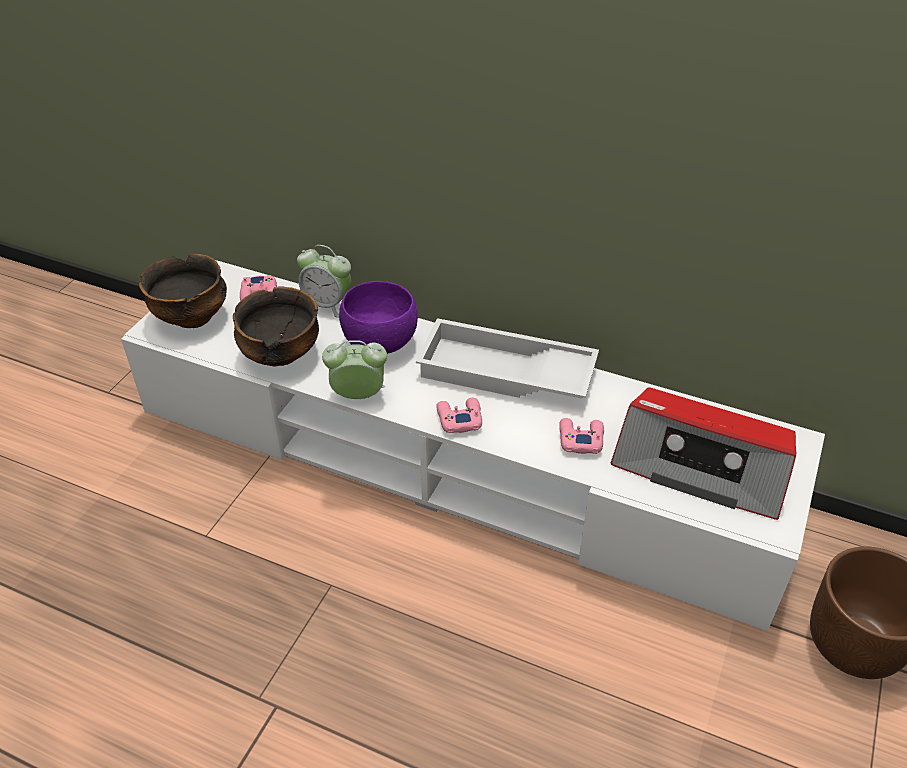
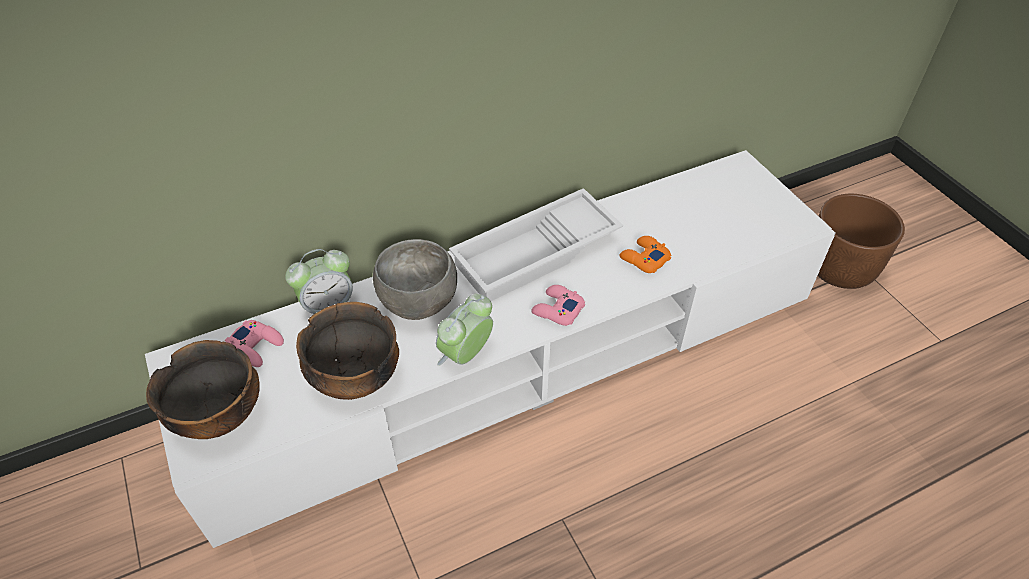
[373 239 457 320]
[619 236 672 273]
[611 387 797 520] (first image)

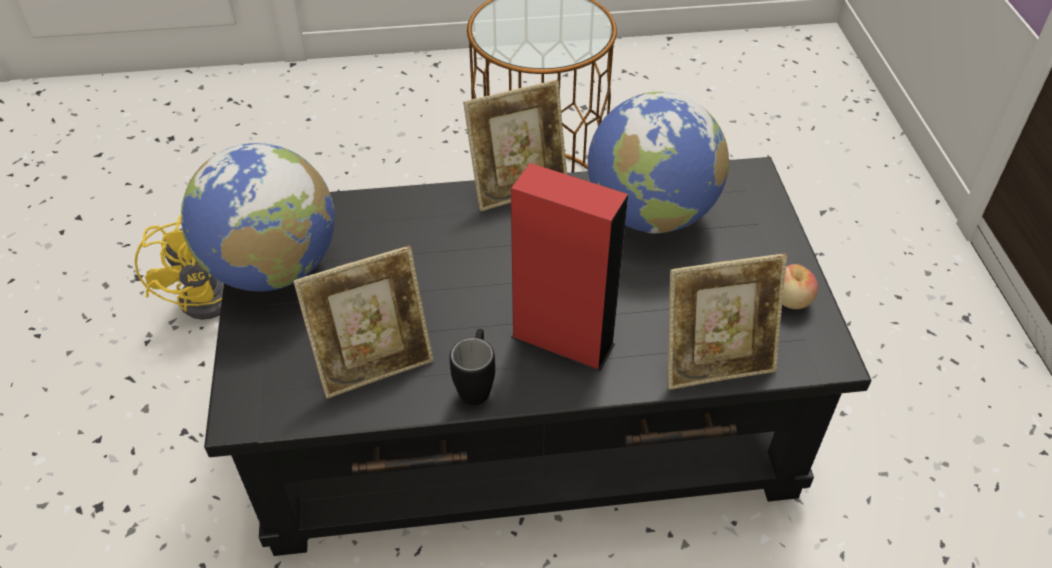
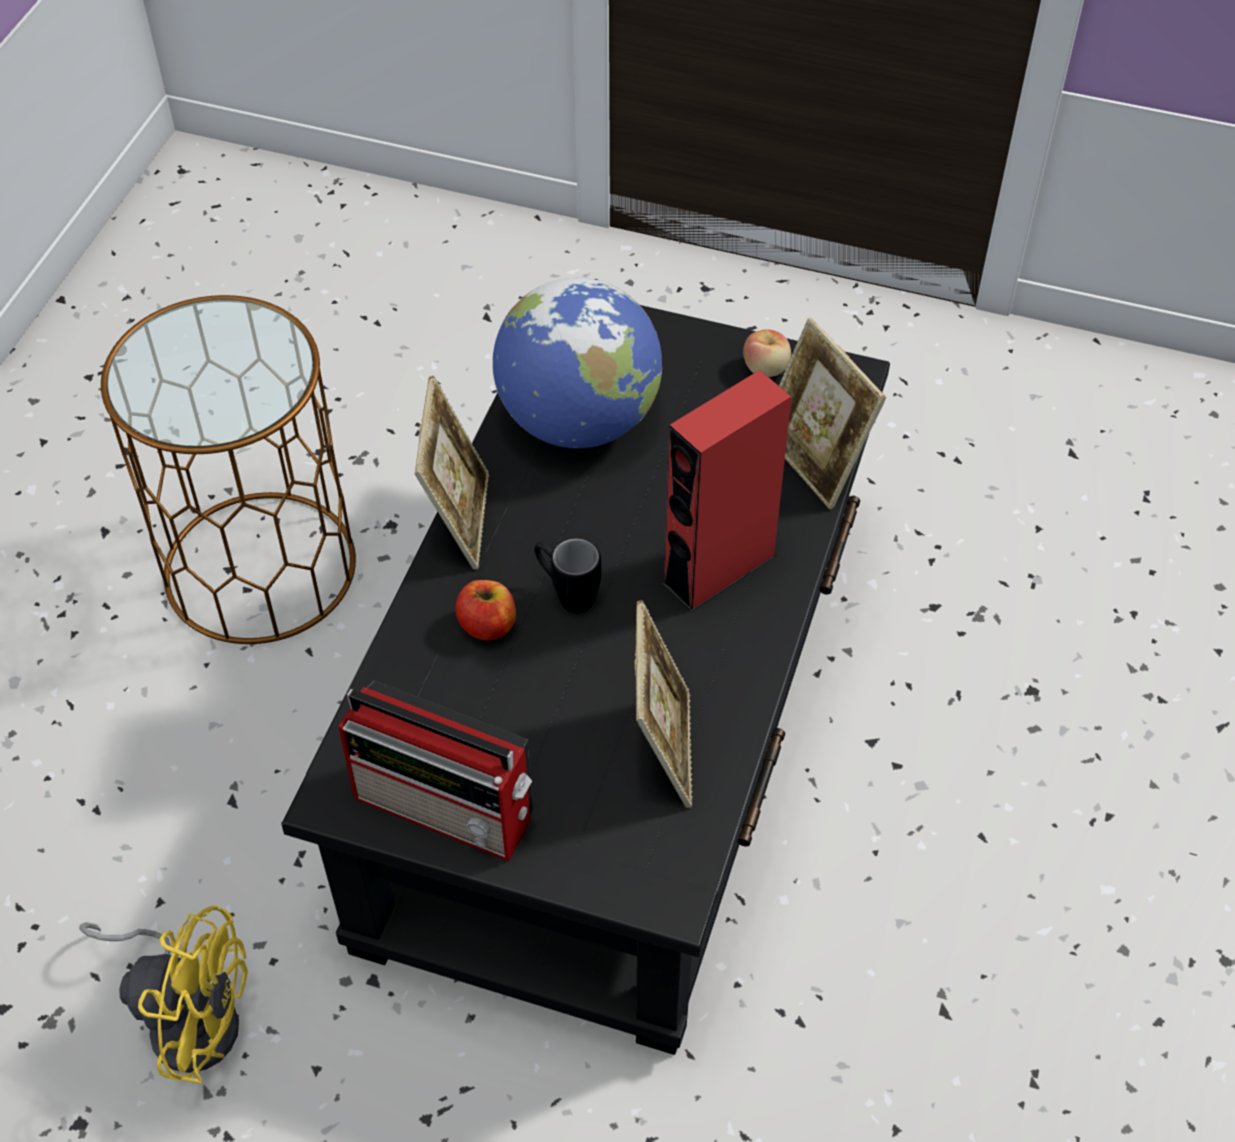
[339 681 533 861]
[534 538 601 614]
[779 318 886 510]
[456 580 516 641]

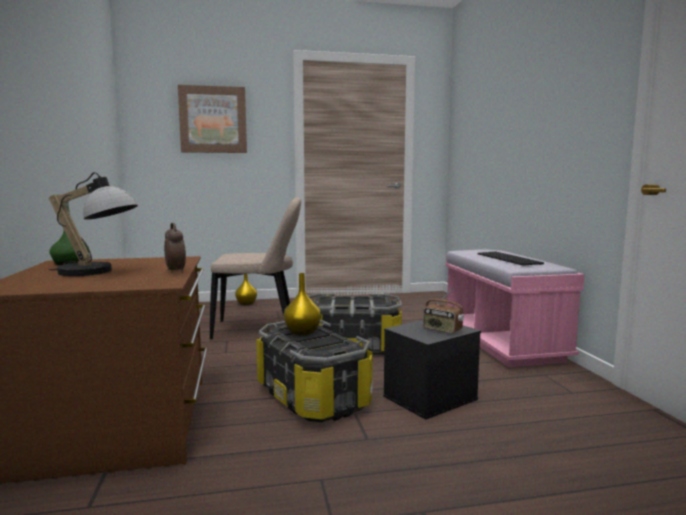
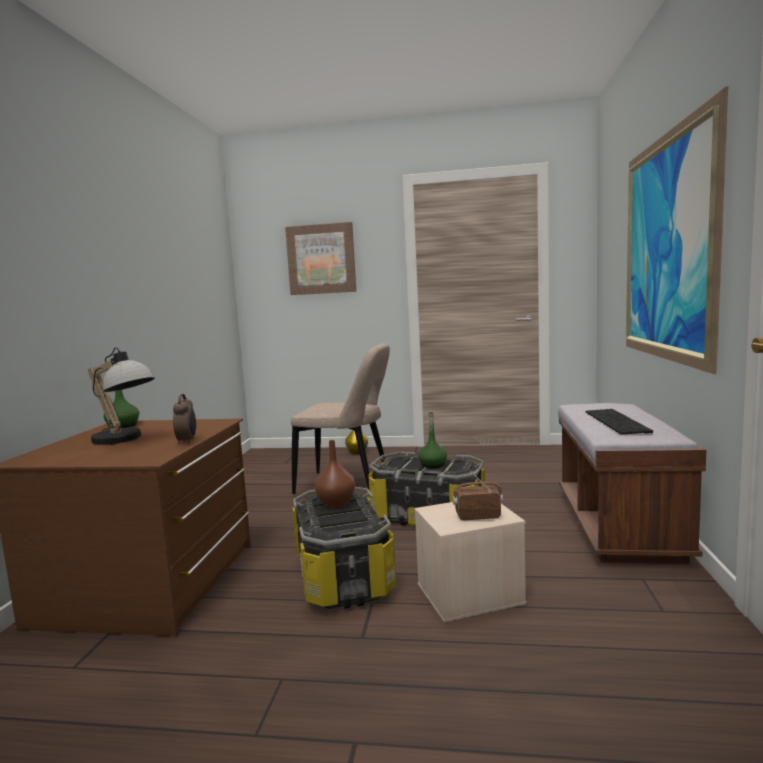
[314 440 355 508]
[414 502 527 622]
[453 470 503 521]
[558 403 706 564]
[418 411 447 468]
[626 86 728 374]

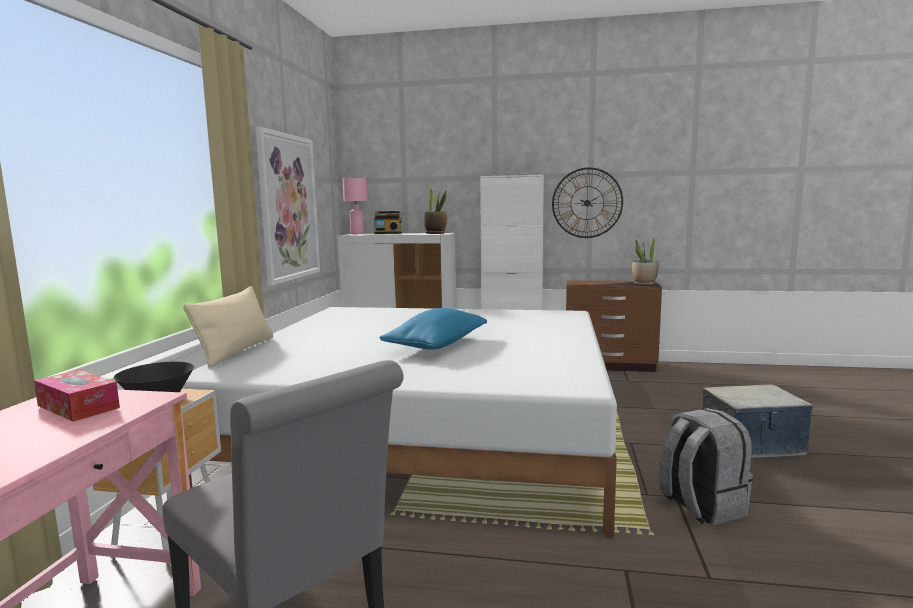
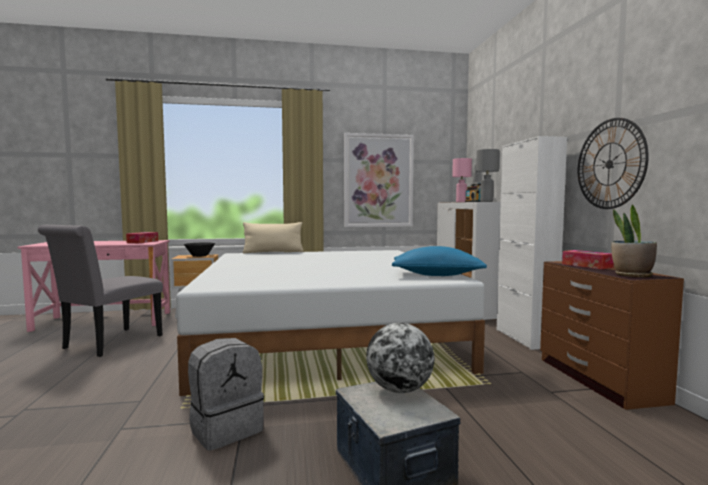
[392 246 487 276]
[476 149 500 202]
[366 323 434 393]
[562 250 614 269]

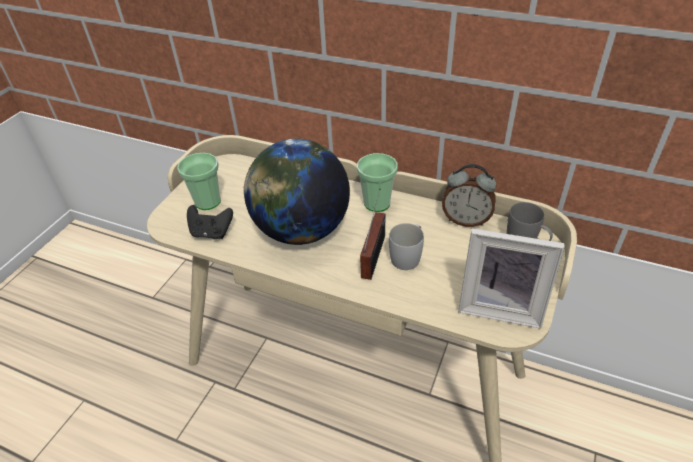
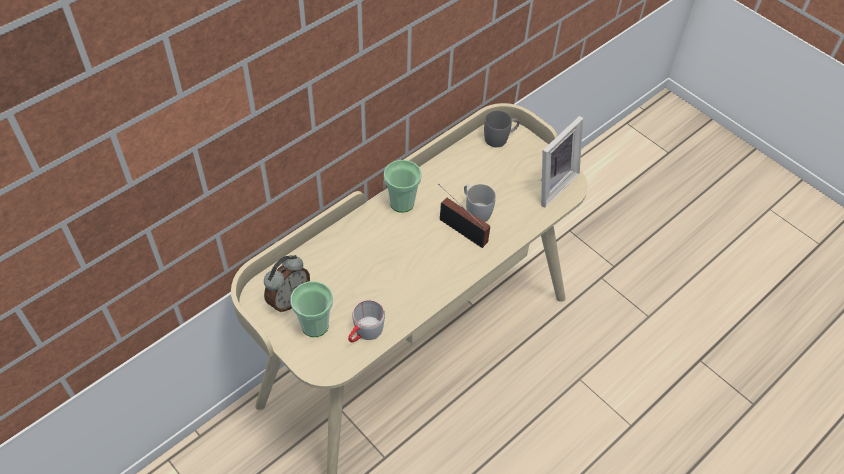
[348 300 385 342]
[244 139 350 245] (first image)
[264 255 310 312]

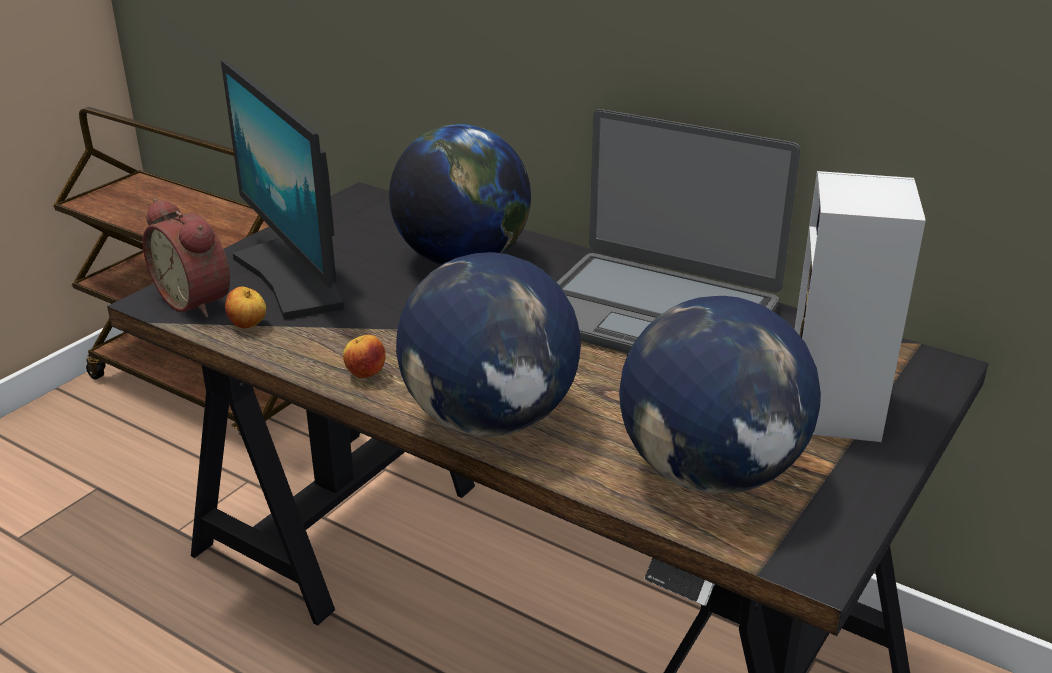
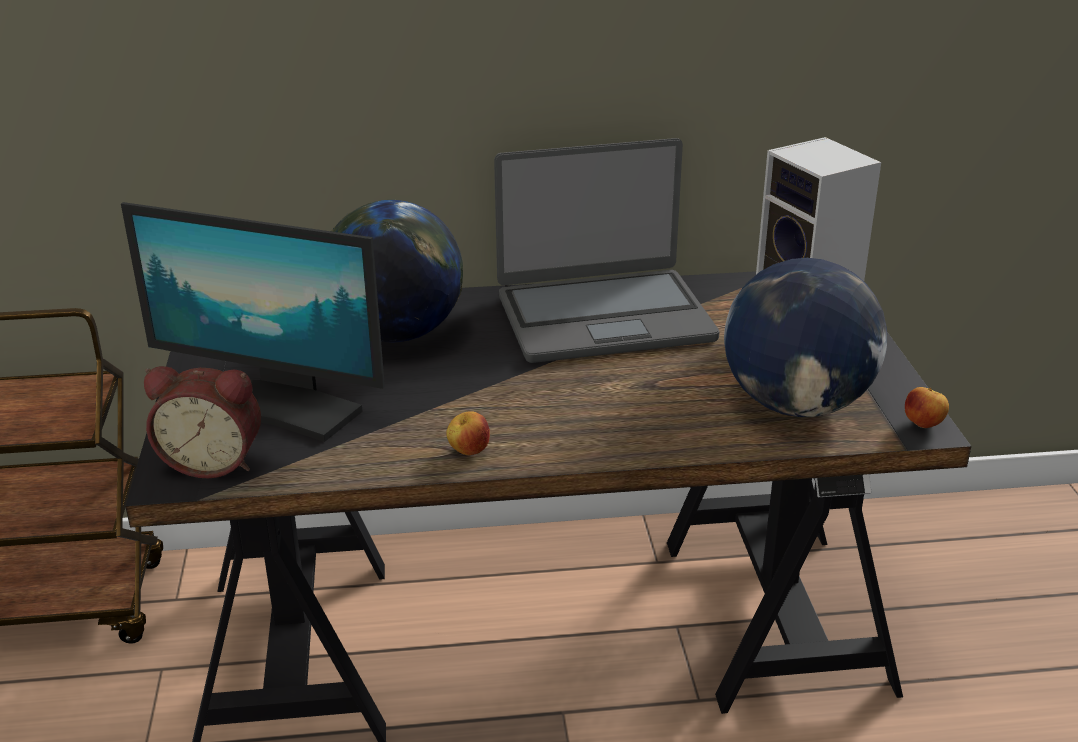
[905 387 949 428]
[396 252 581 437] (first image)

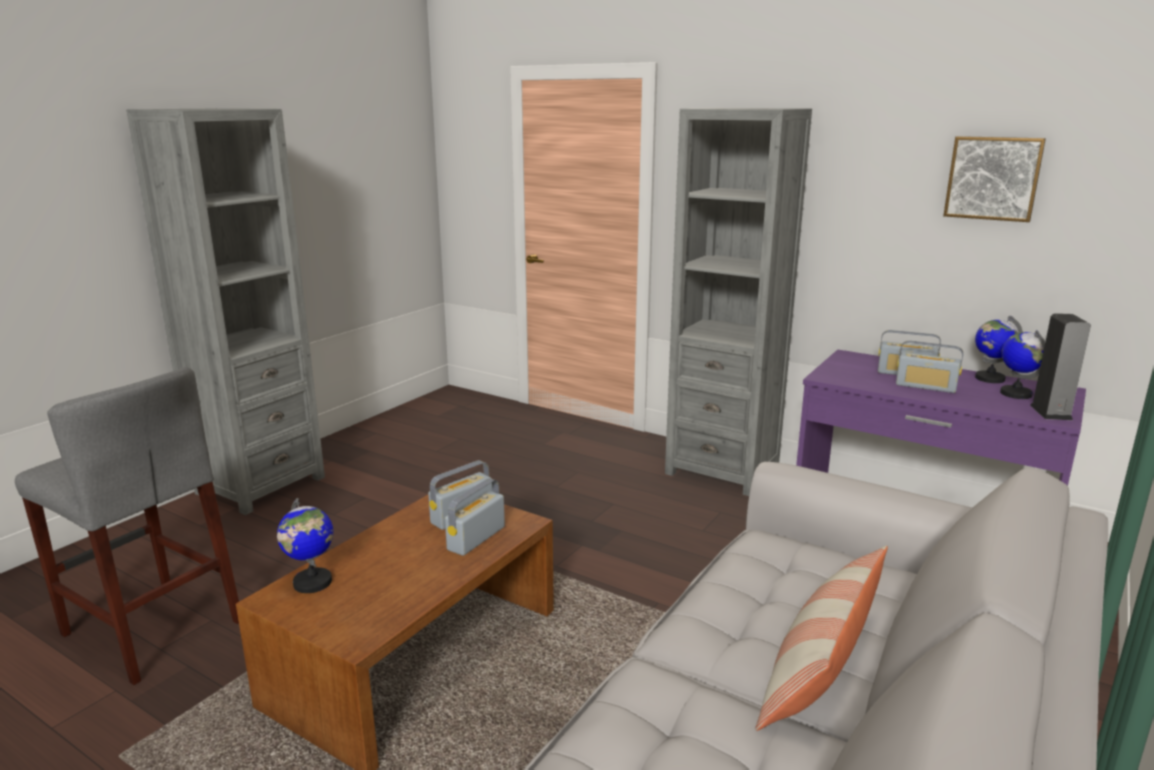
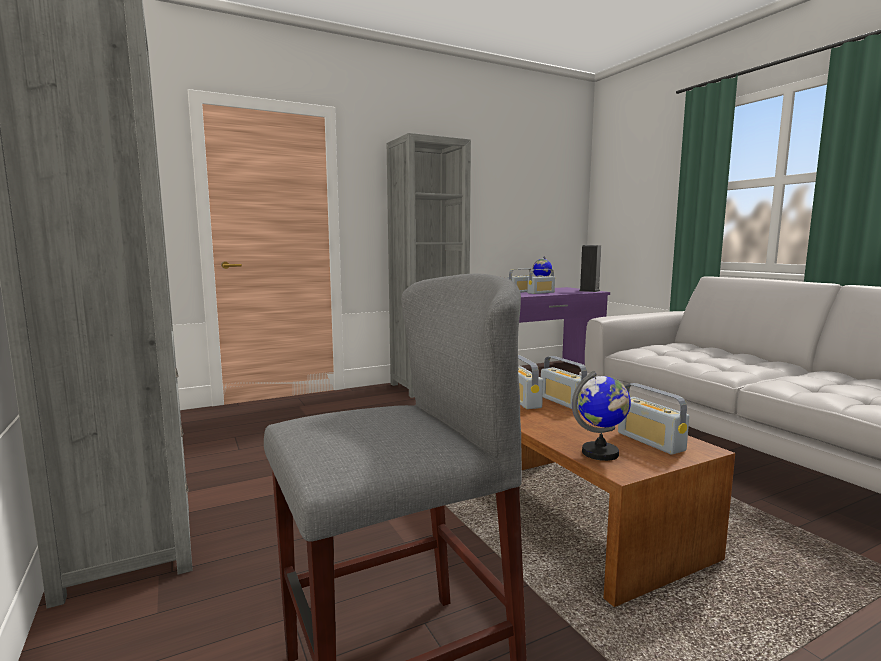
[755 546 888 731] (first image)
[943 136 1046 222] (first image)
[1000 330 1045 399] (first image)
[618 383 689 455]

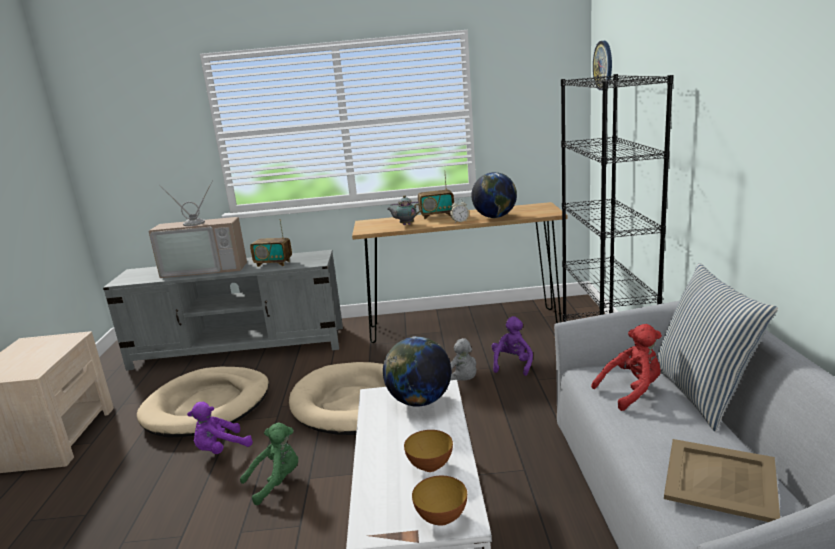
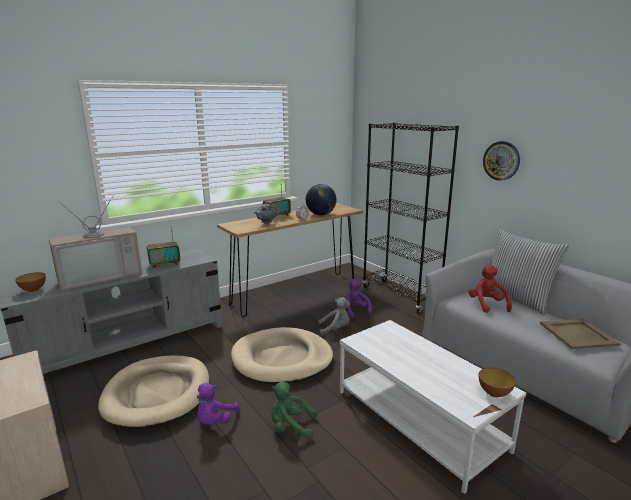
[271 382 317 439]
[383 336 451 407] (first image)
[15 272 46 292]
[469 264 512 313]
[483 141 520 181]

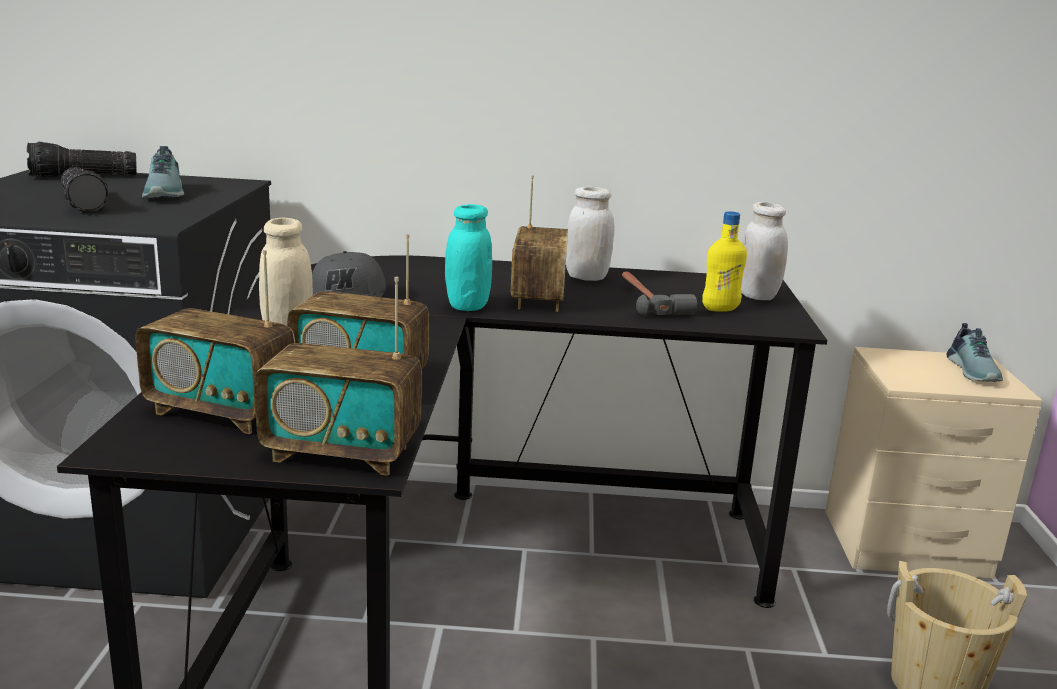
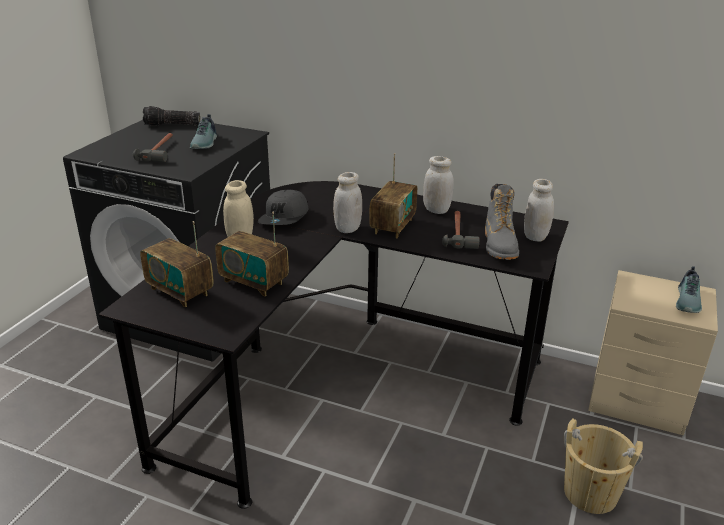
[133 133 173 162]
[254 277 422 476] (first image)
[333 172 362 233]
[485 184 519 260]

